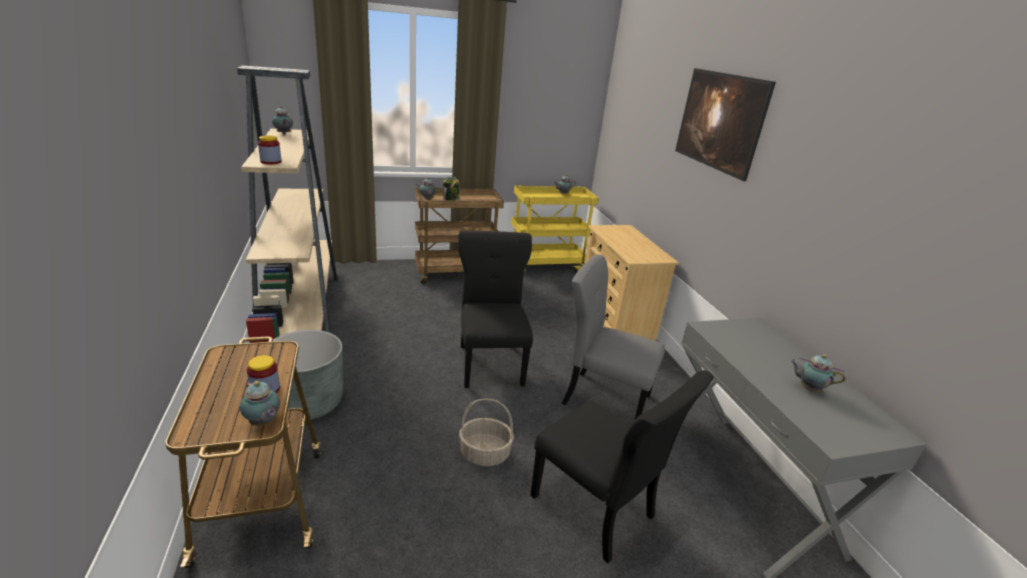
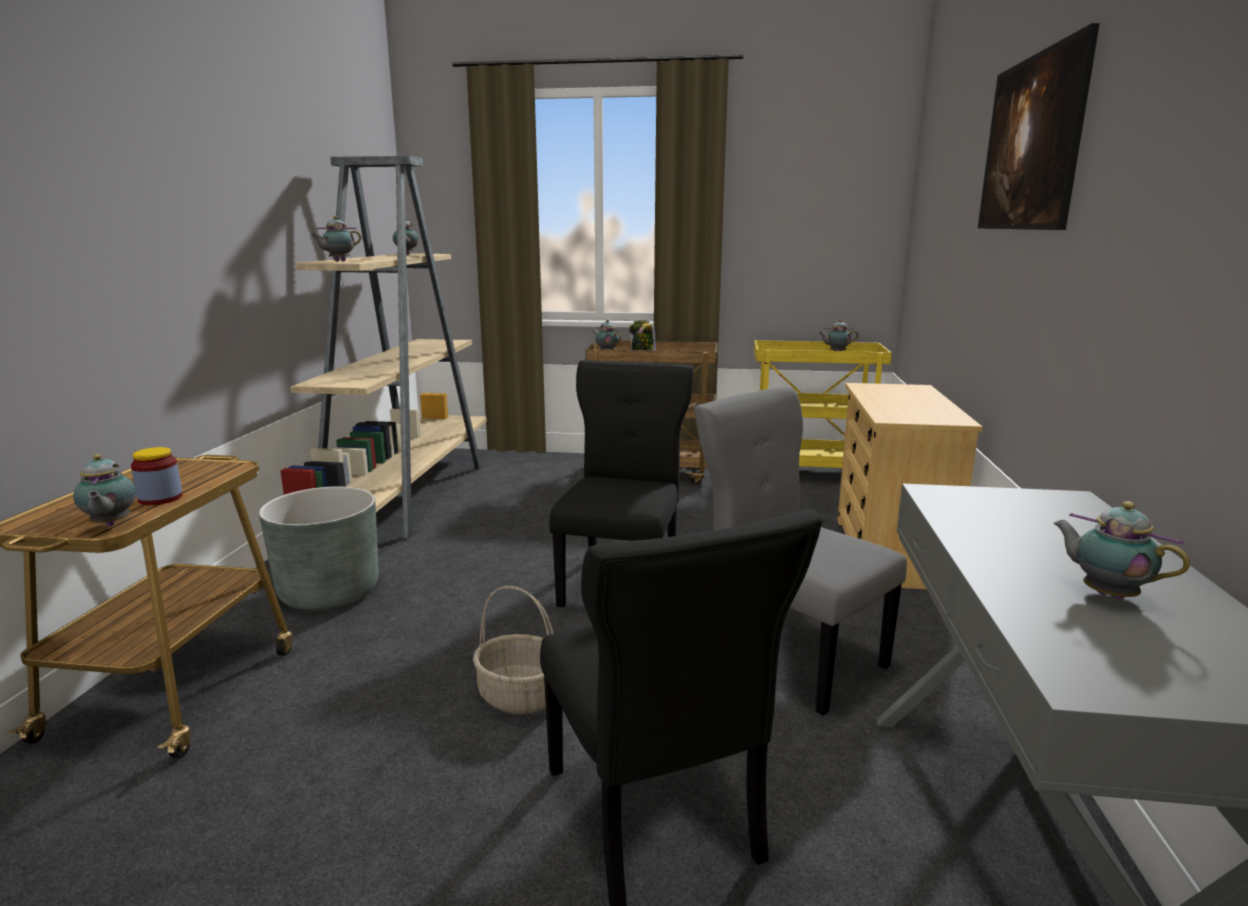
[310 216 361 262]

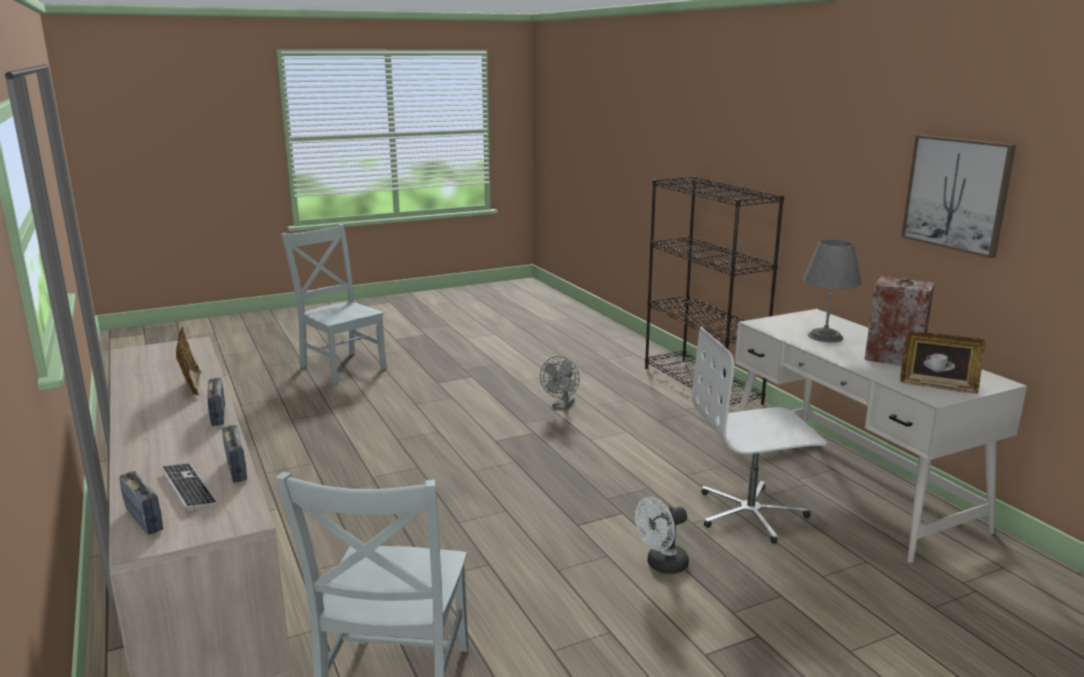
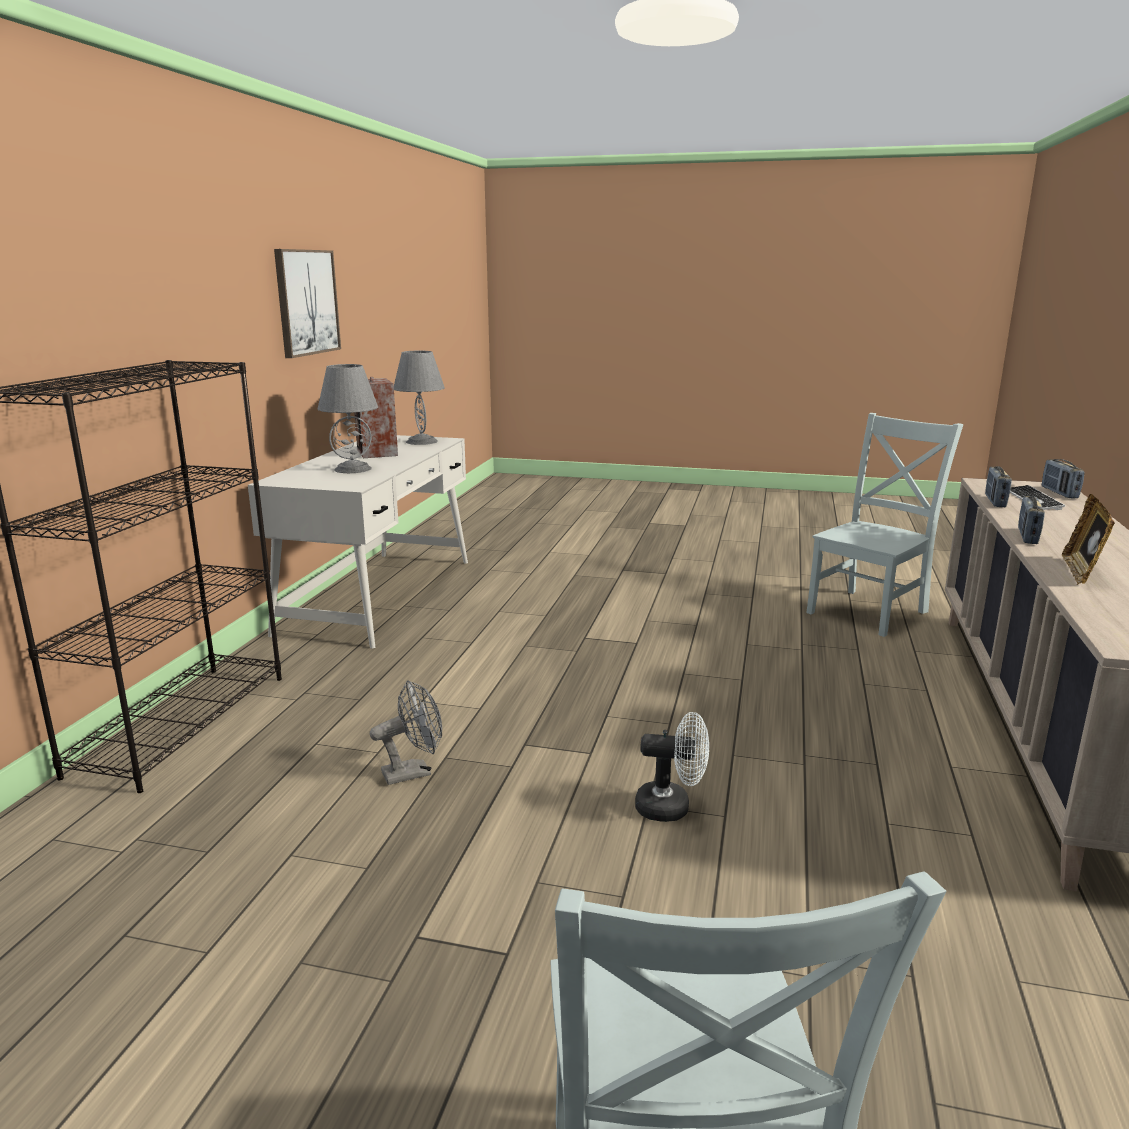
[635 712 709 822]
[692 327 827 544] (first image)
[394 351 445 445]

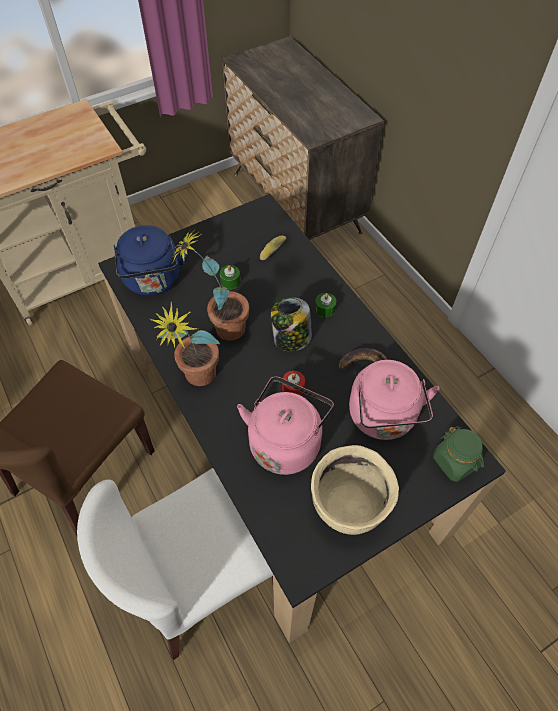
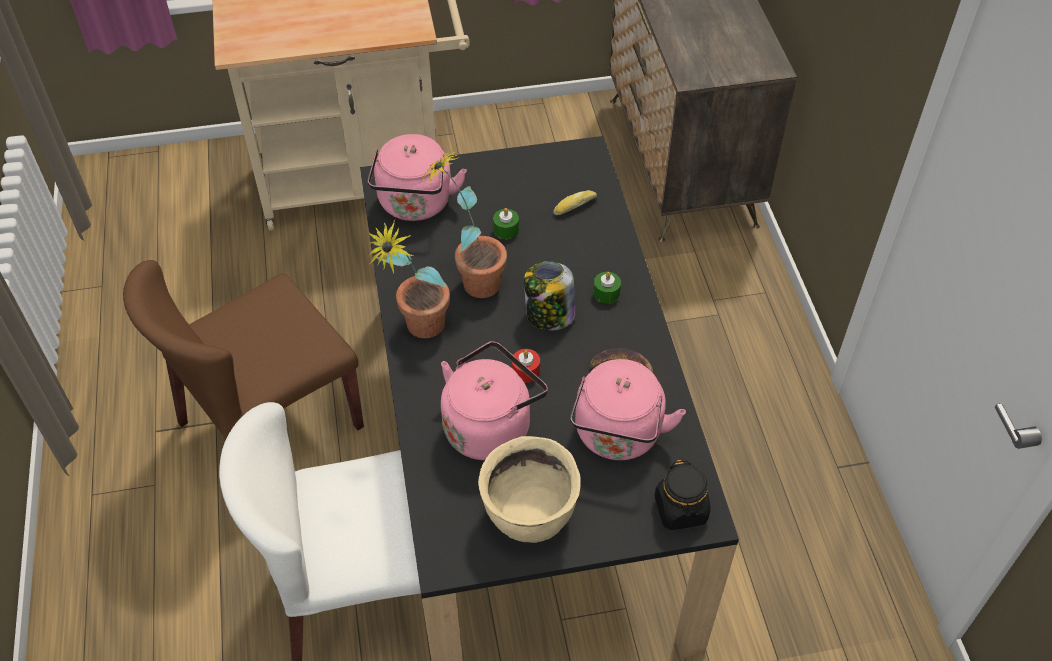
[368 134 467 221]
[654 460 711 530]

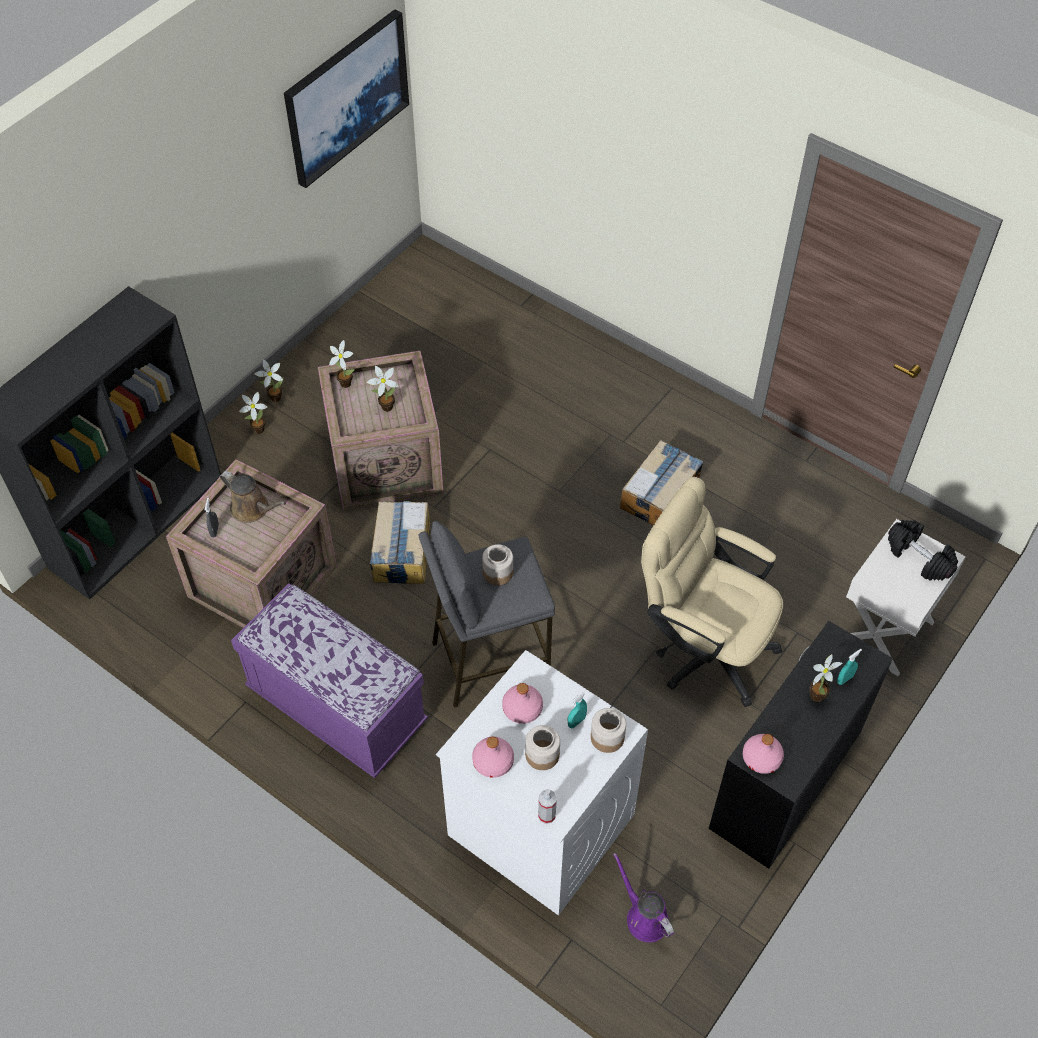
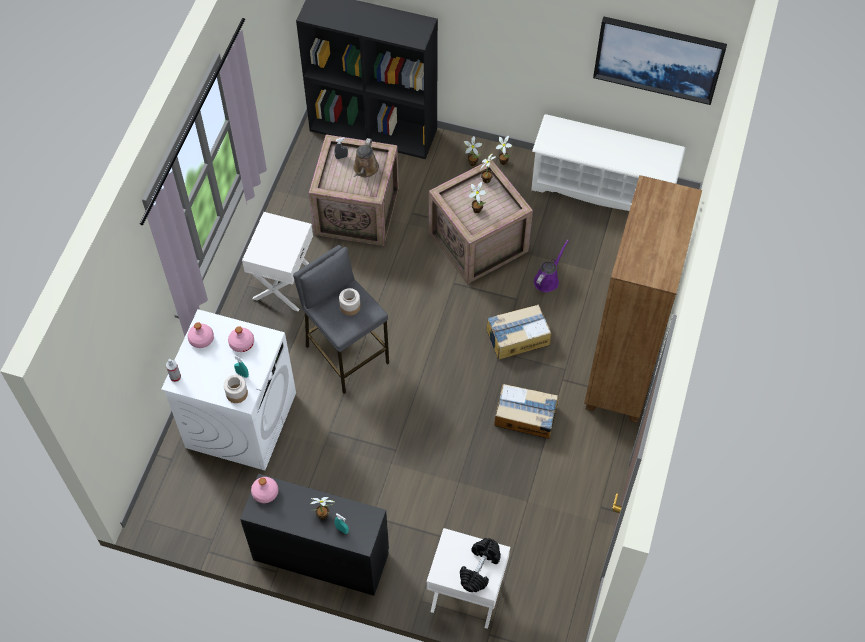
[242 212 313 312]
[487 305 552 360]
[525 725 560 770] (first image)
[534 240 569 292]
[641 477 783 707] (first image)
[531 114 686 211]
[584 175 702 423]

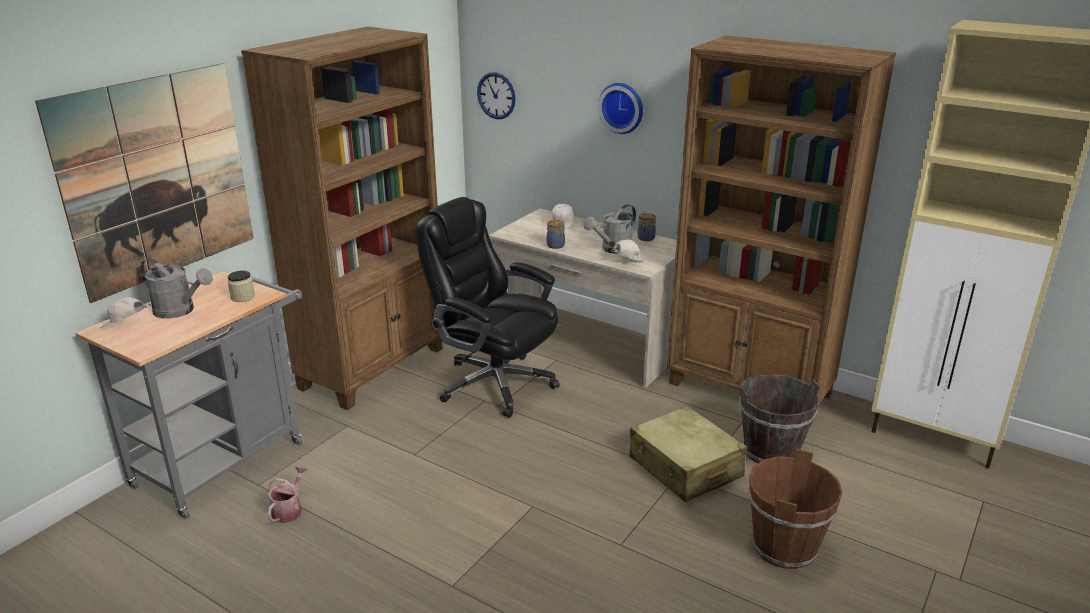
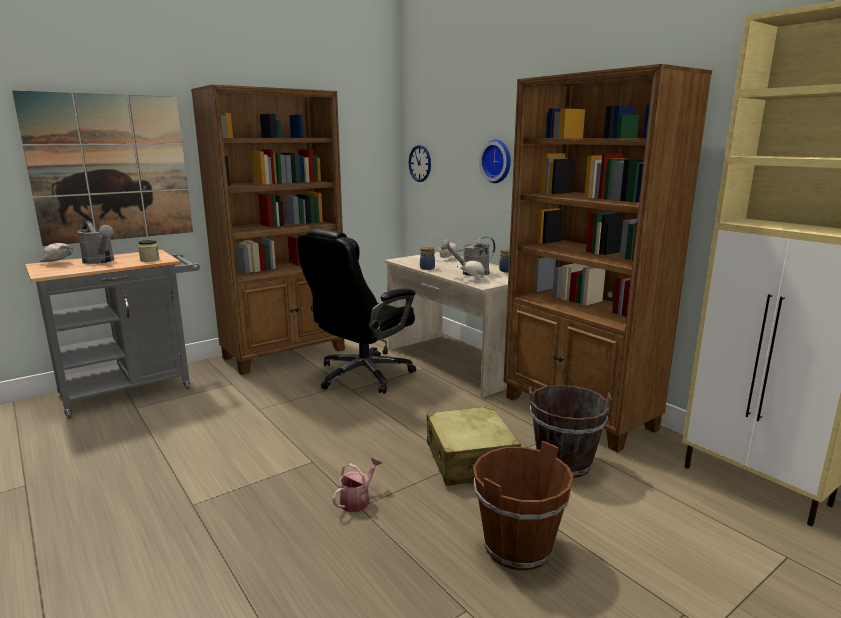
[332 457 382 512]
[297 228 416 394]

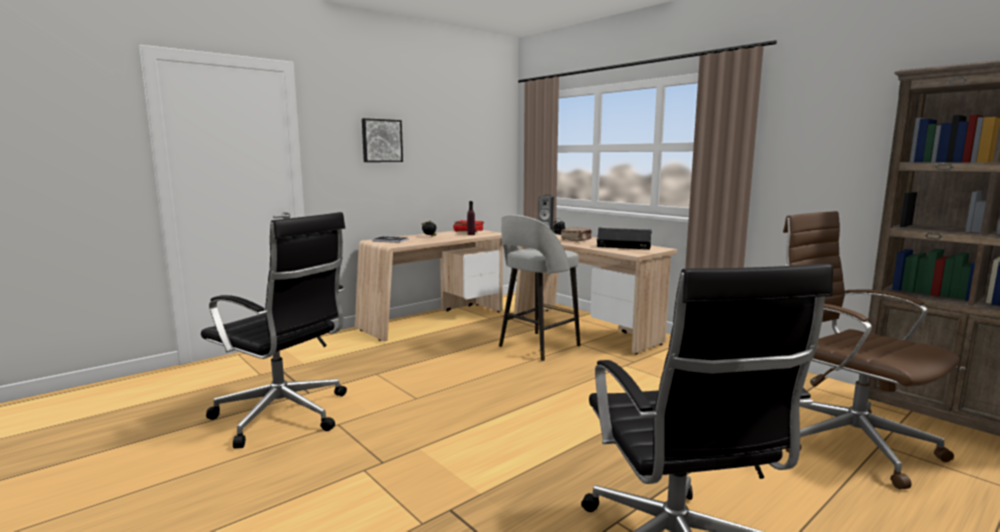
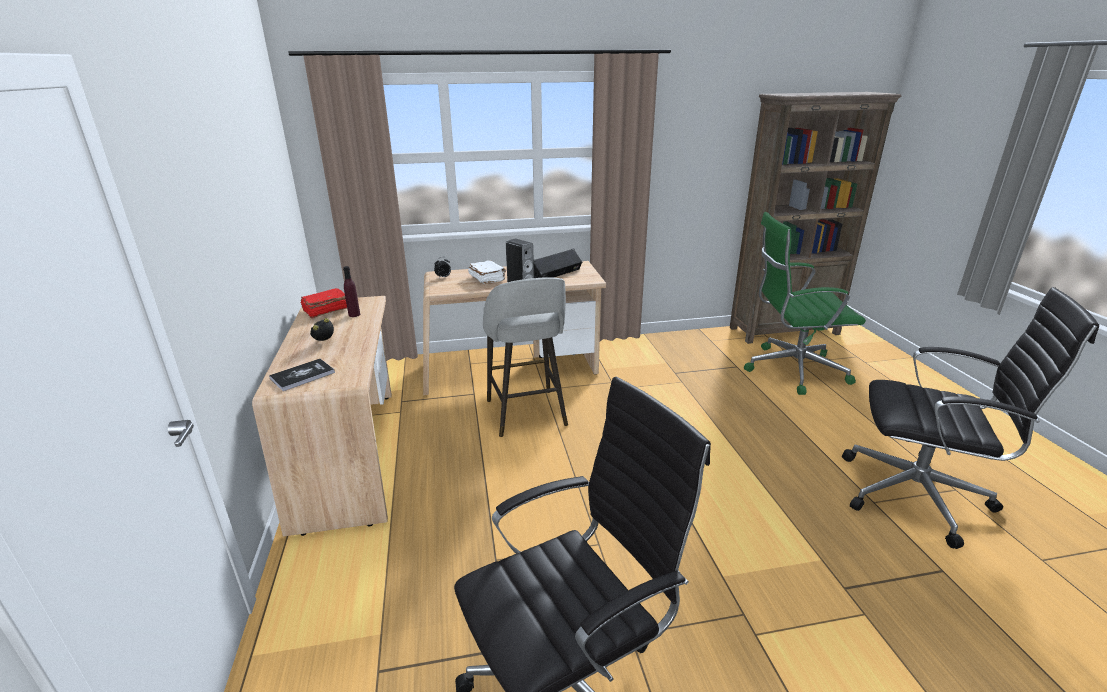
[362 118 403 162] (first image)
[468 260 506 284]
[744 212 866 395]

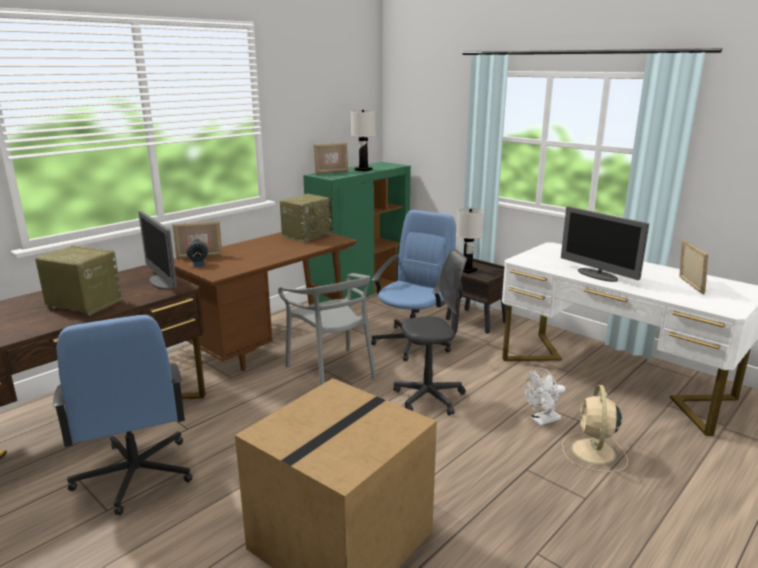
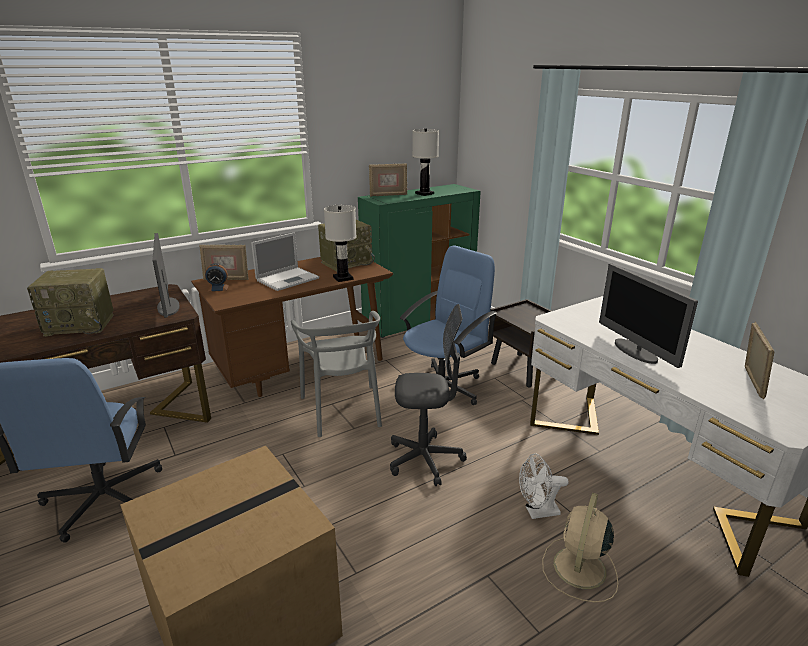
[27 268 114 336]
[324 205 357 282]
[251 232 319 291]

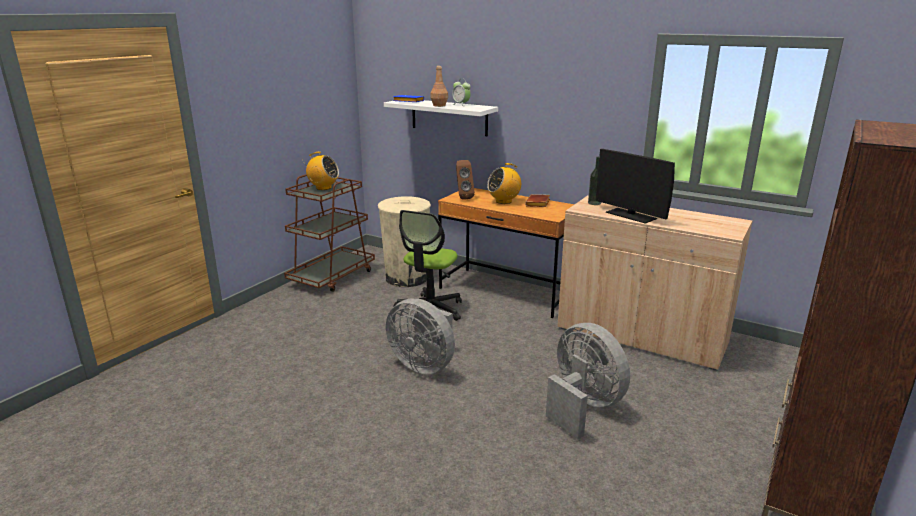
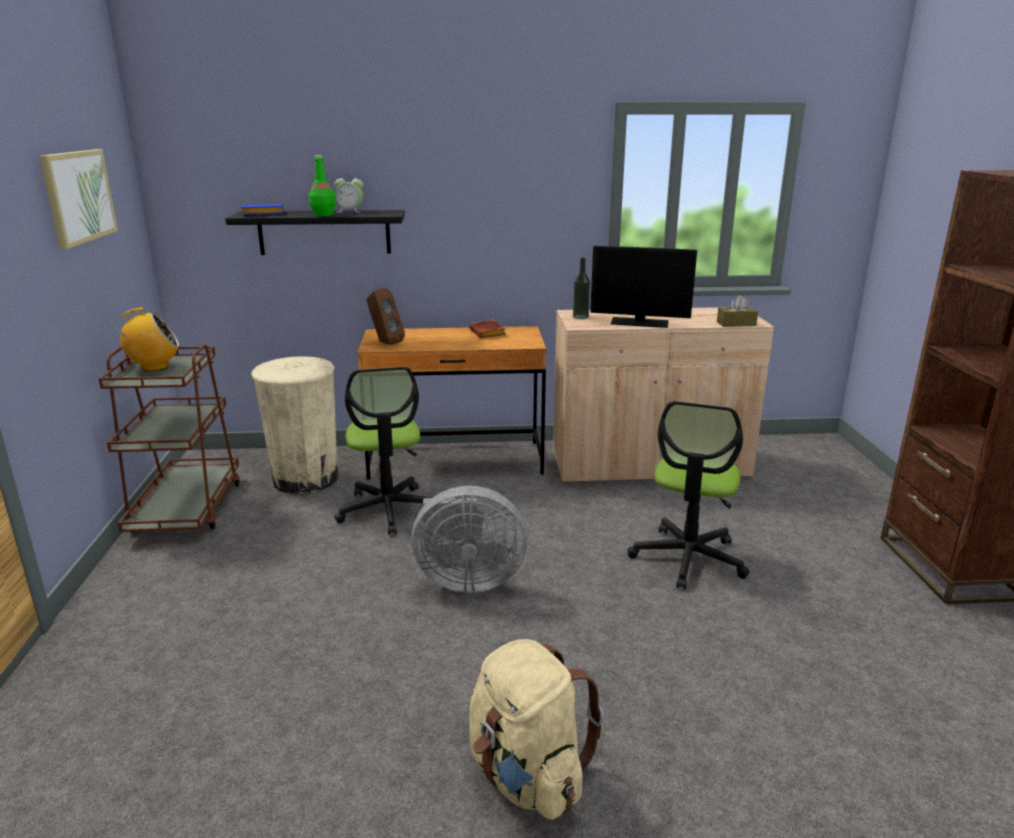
[225 210 405 255]
[309 155 336 216]
[487 163 521 204] (first image)
[627 401 750 590]
[39 149 118 249]
[469 639 604 820]
[717 295 758 327]

